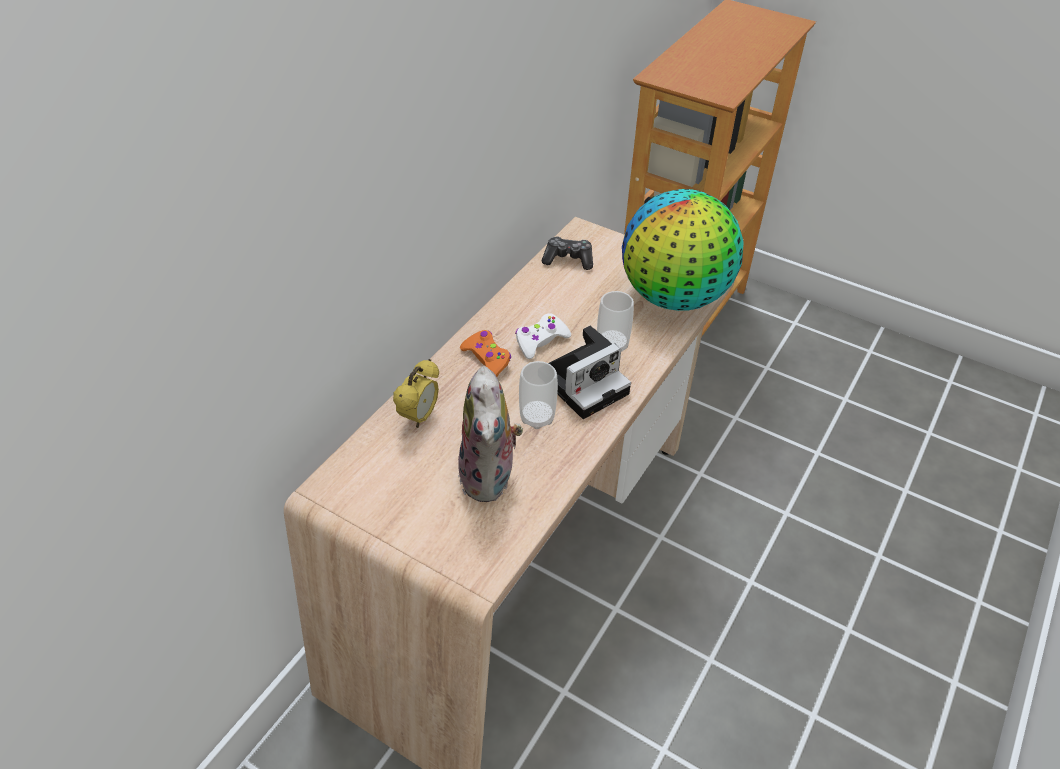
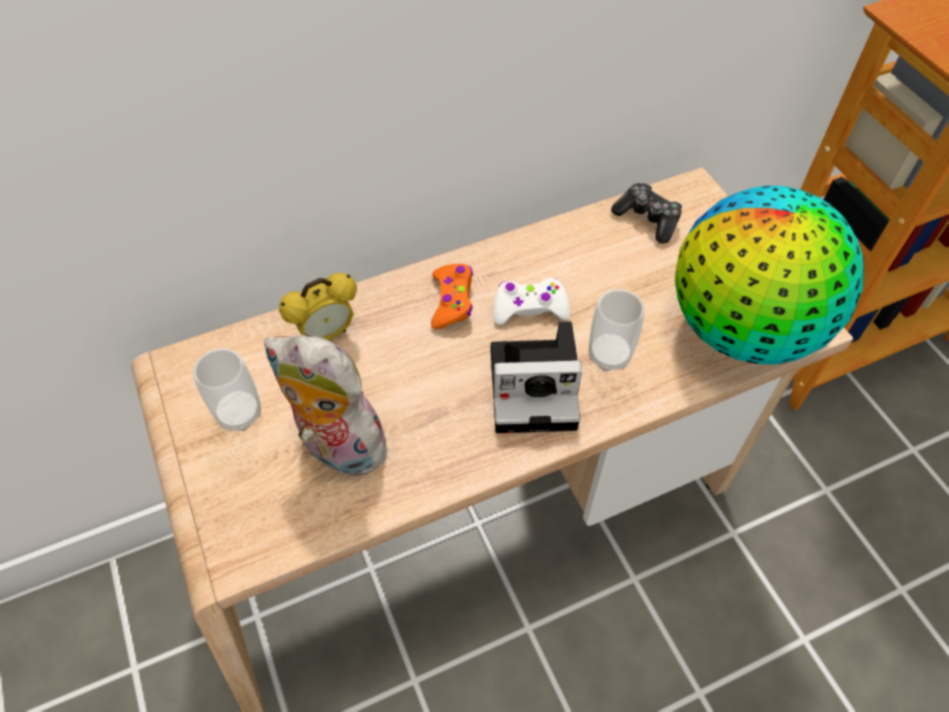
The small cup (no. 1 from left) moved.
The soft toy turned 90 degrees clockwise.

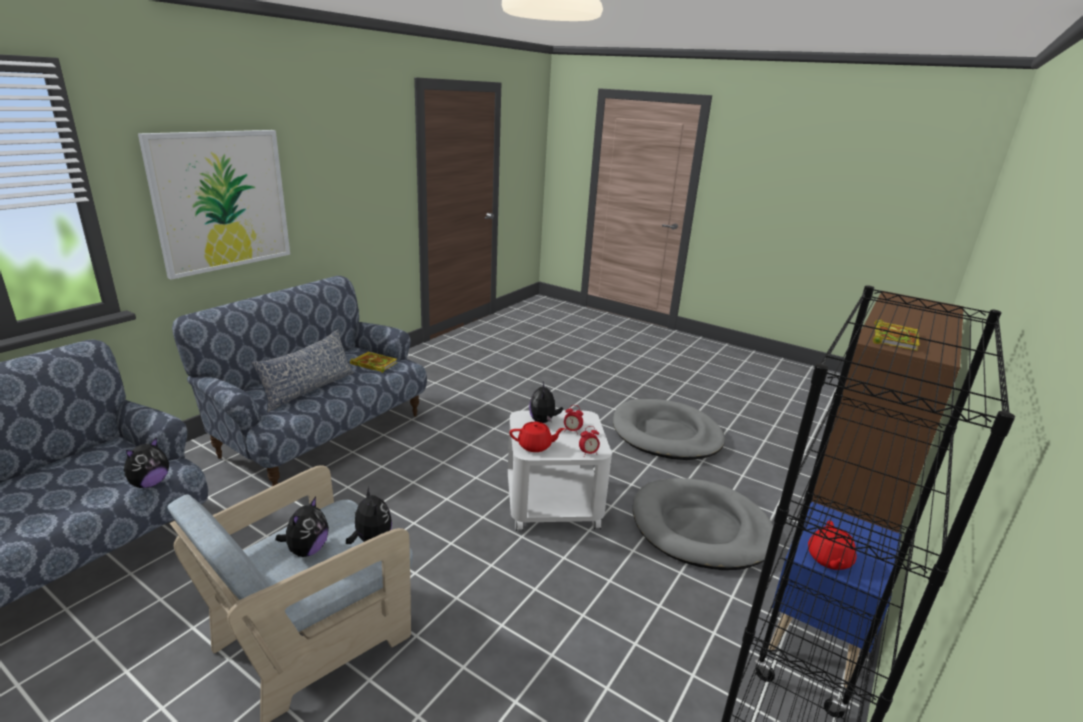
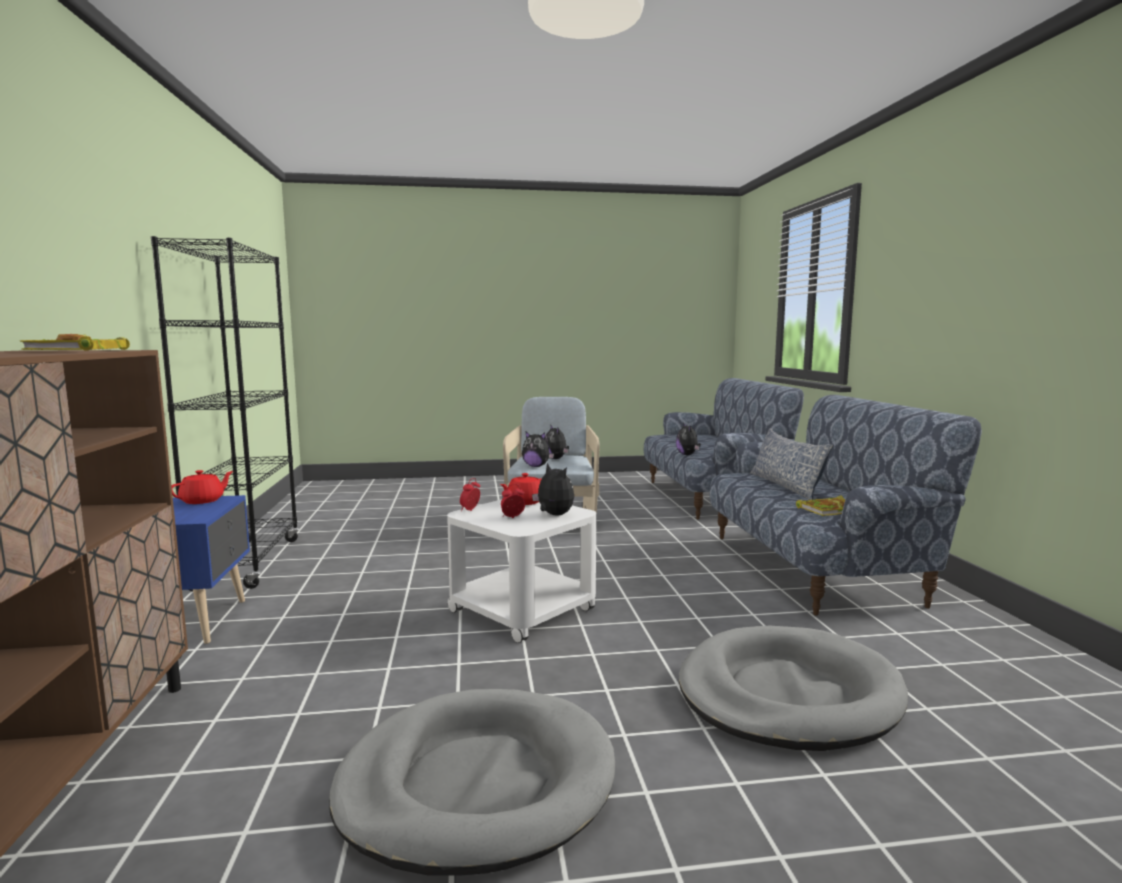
The picture disappeared.
The dog cushion in gray (no. 2 from left) moved.
The pot for tea in red (no. 2 from left in the first image) turned 60 degrees clockwise.

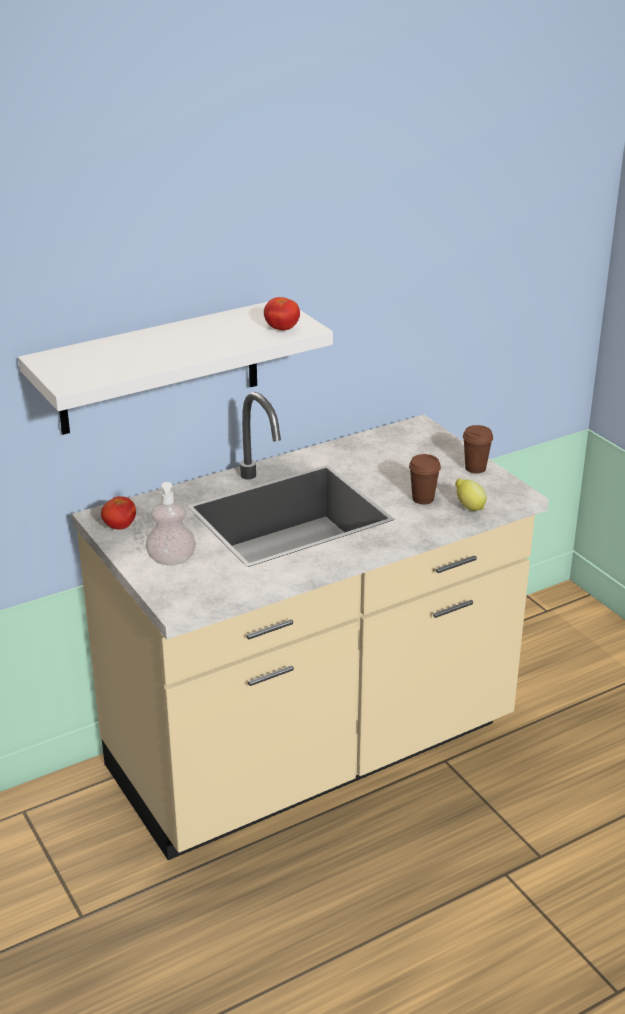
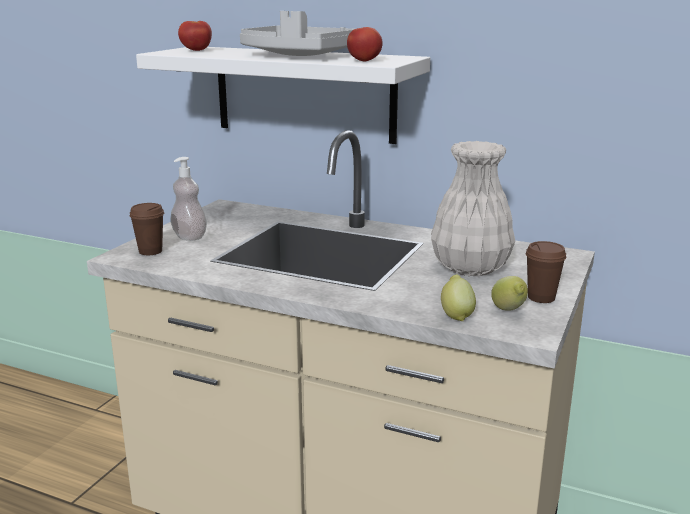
The serving tray in gray appeared.
The vase in white appeared.
The whole lemon (no. 2 from left) appeared.
The fresh tomato (no. 1 from left) moved.
The small cup in brown (no. 1 from left) moved.

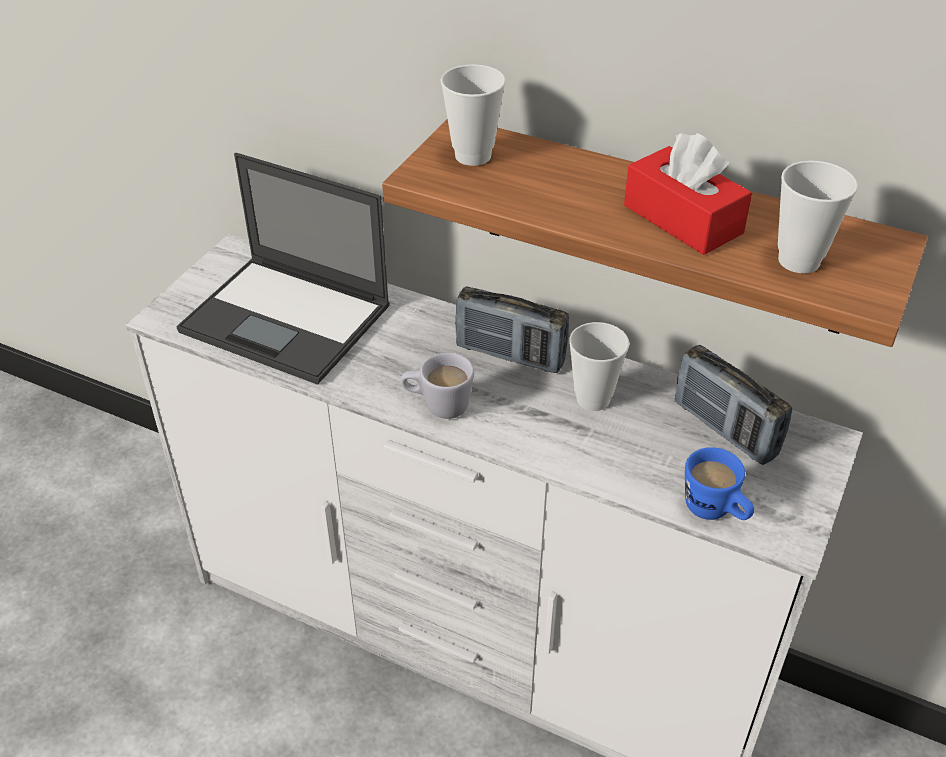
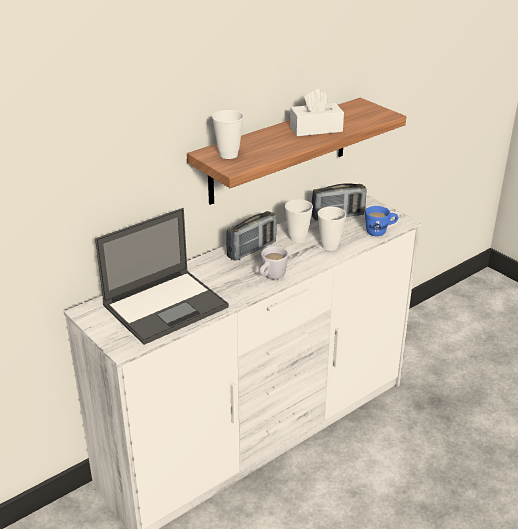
The small cup (no. 3 from left) moved.
The tissue box in red became the tissue box in white.

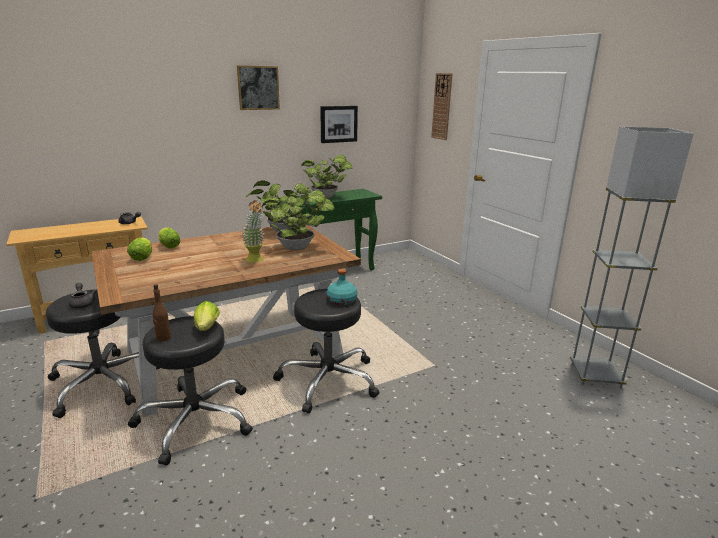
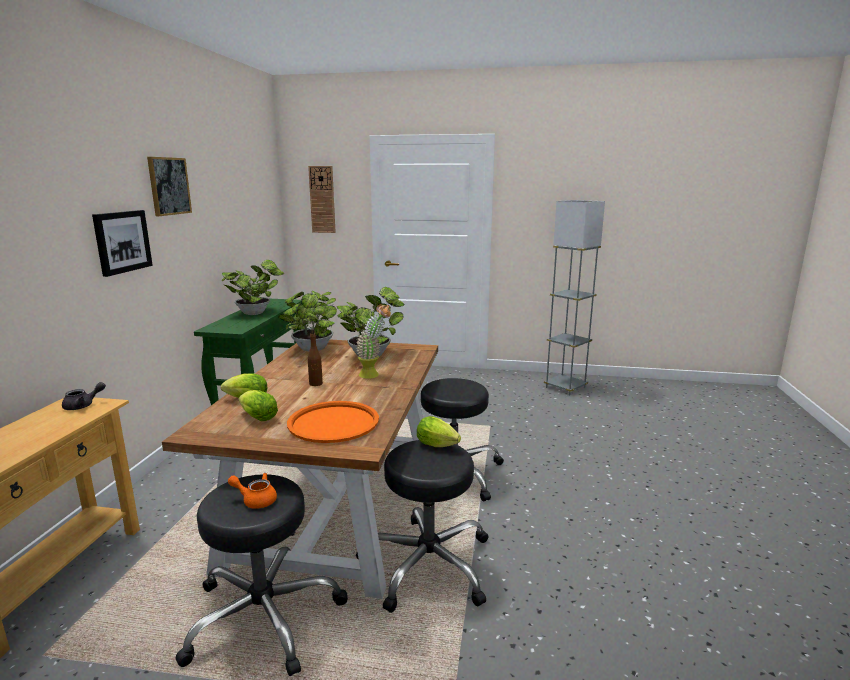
The bottle in blue-green disappeared.
The serving tray in orangey appeared.
The bottle in brown moved.
The picture (no. 2 from left in the first image) moved.
The pot for tea in gray (no. 1 from left) became the pot for tea in orangey.

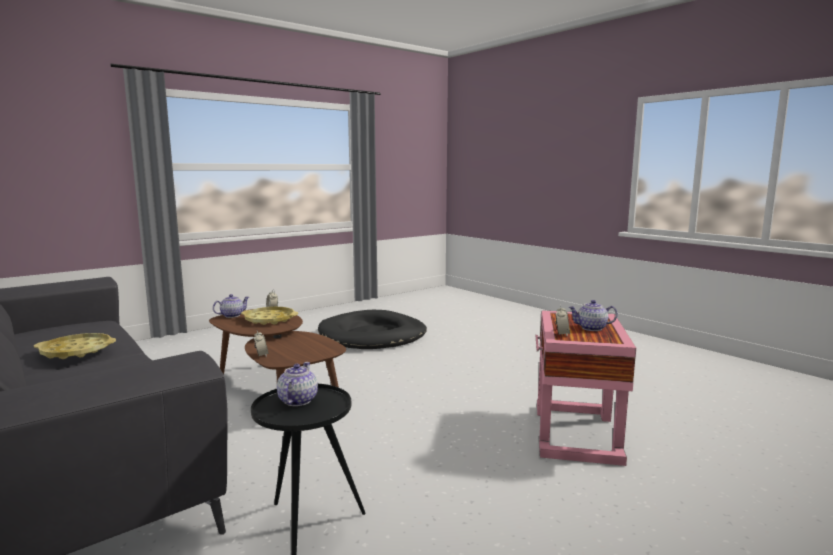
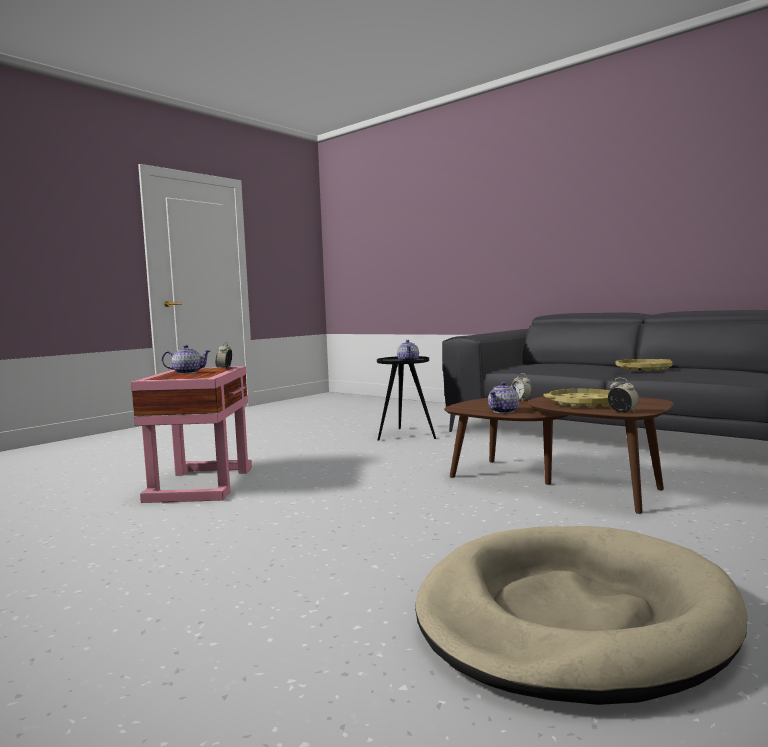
The pot for tea (no. 1 from left in the first image) moved.
The dog cushion in black became the dog cushion in beige.

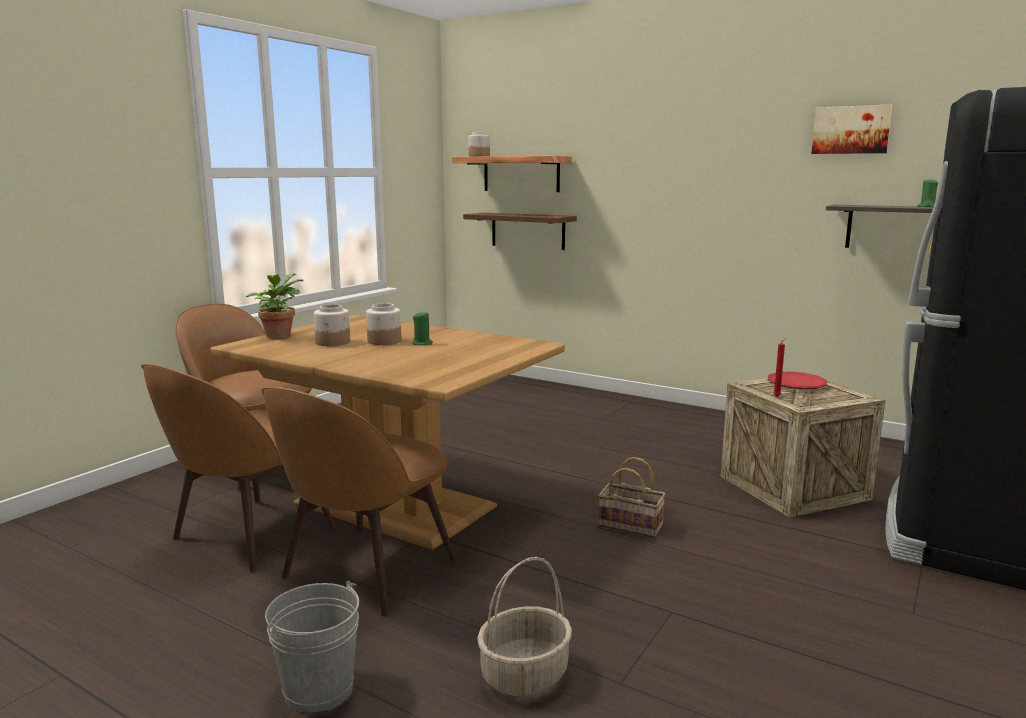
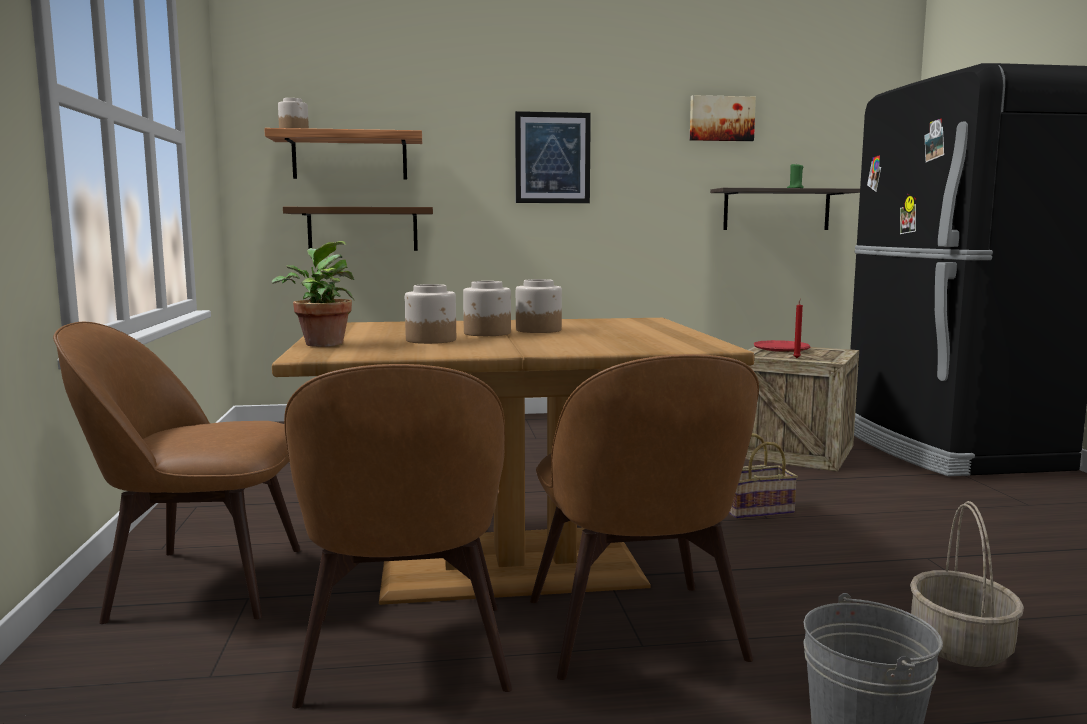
The picture (no. 1 from left) appeared.
The wax candle in green-coloured (no. 1 from left) was replaced by the storage jar (no. 4 from left).

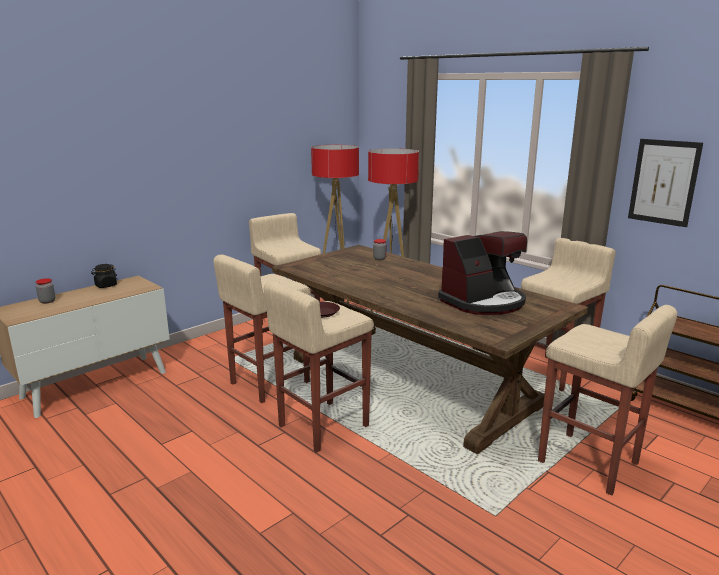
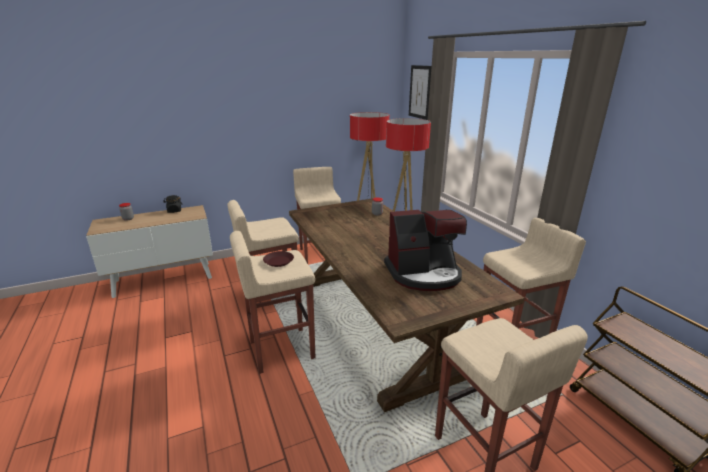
The picture moved.

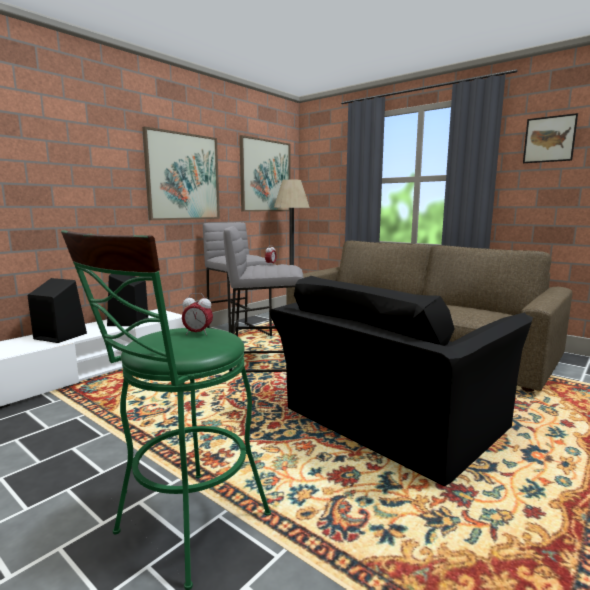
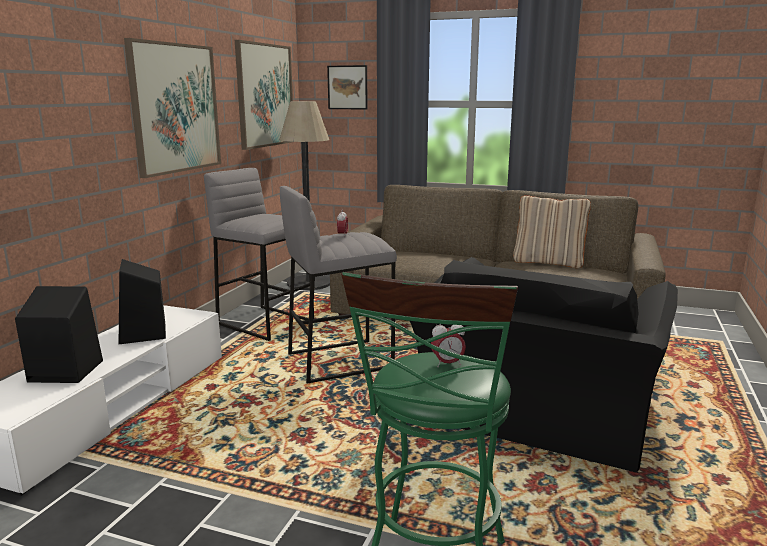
The cushion in beige appeared.
The picture (no. 3 from left) moved.

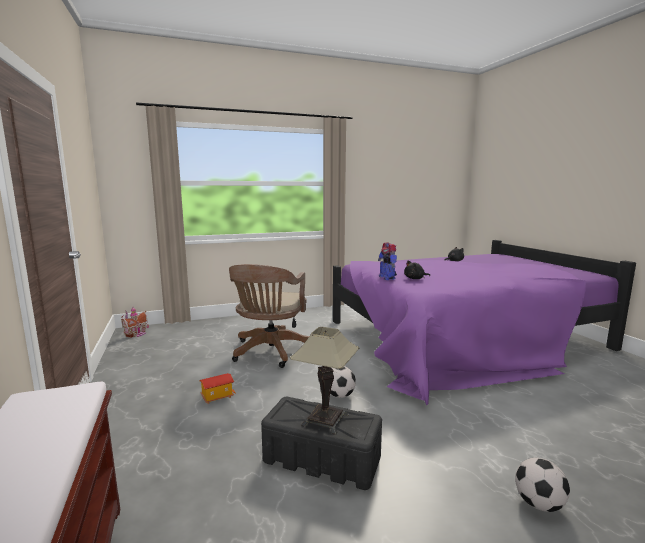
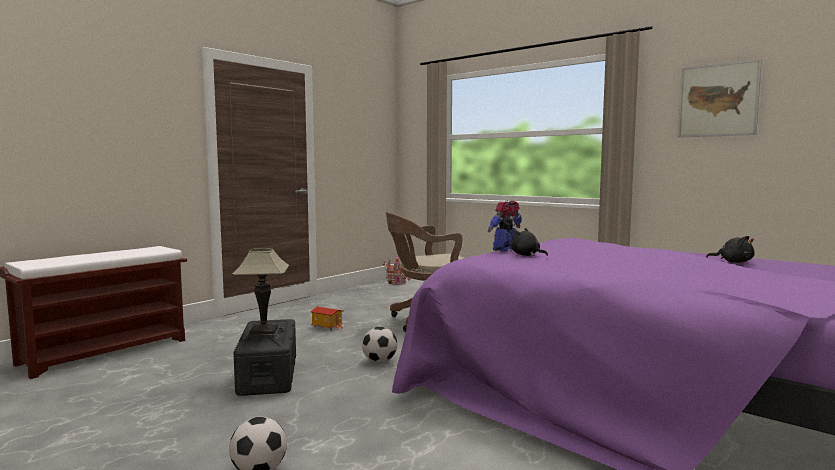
The picture appeared.

